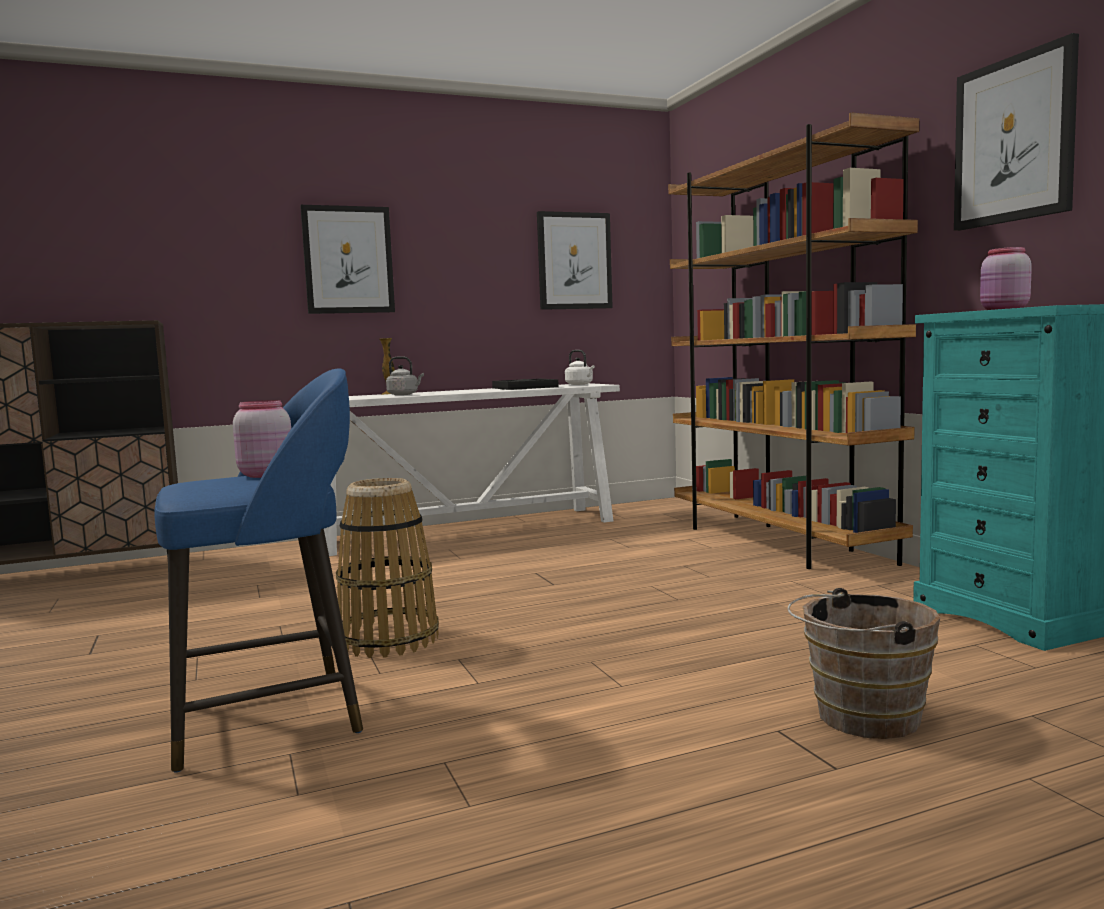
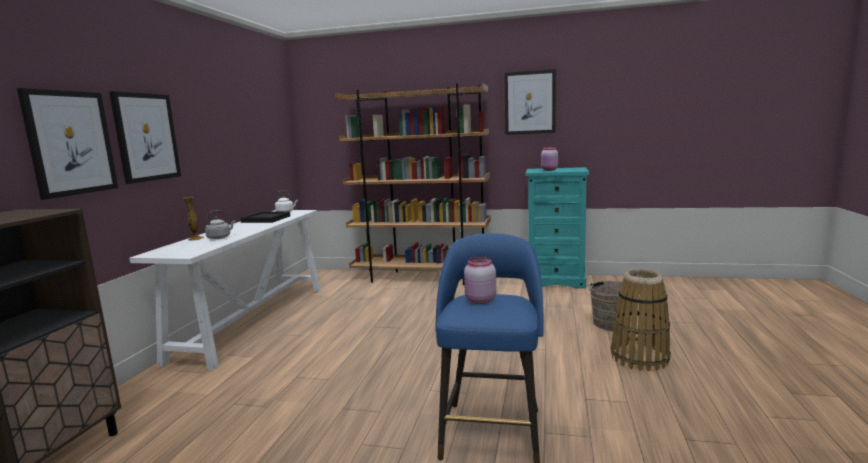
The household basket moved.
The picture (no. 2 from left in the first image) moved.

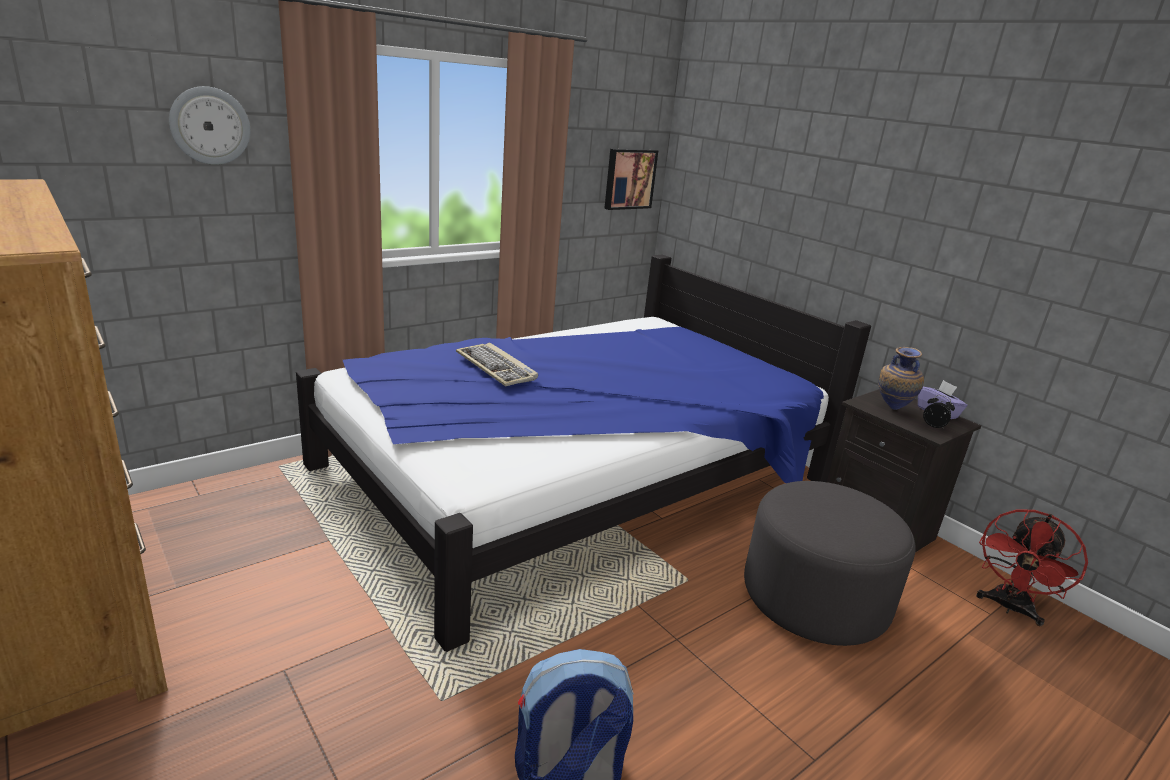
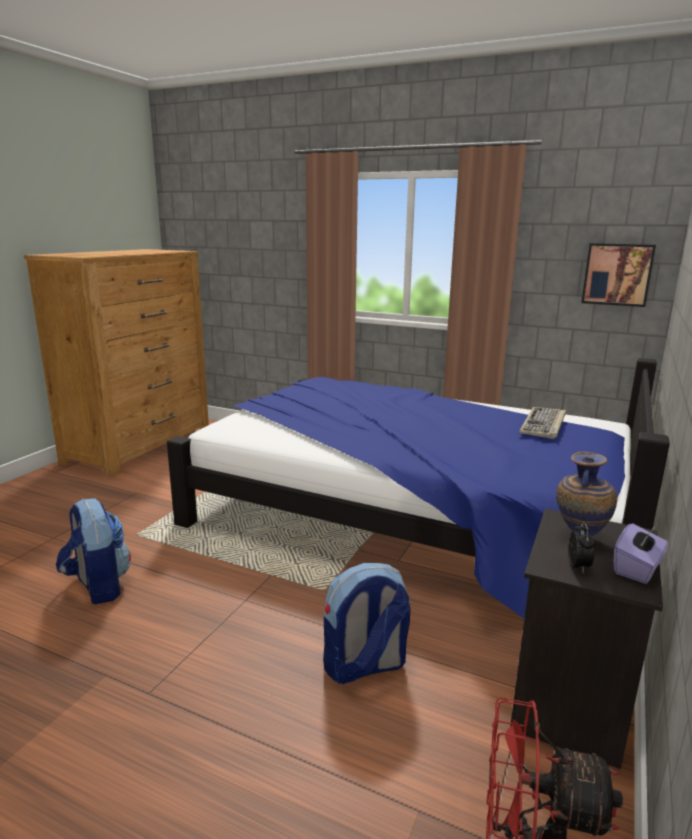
The hanging clock disappeared.
The PC keyboard moved.
The footrest in gray was replaced by the rucksack (no. 2 from left).

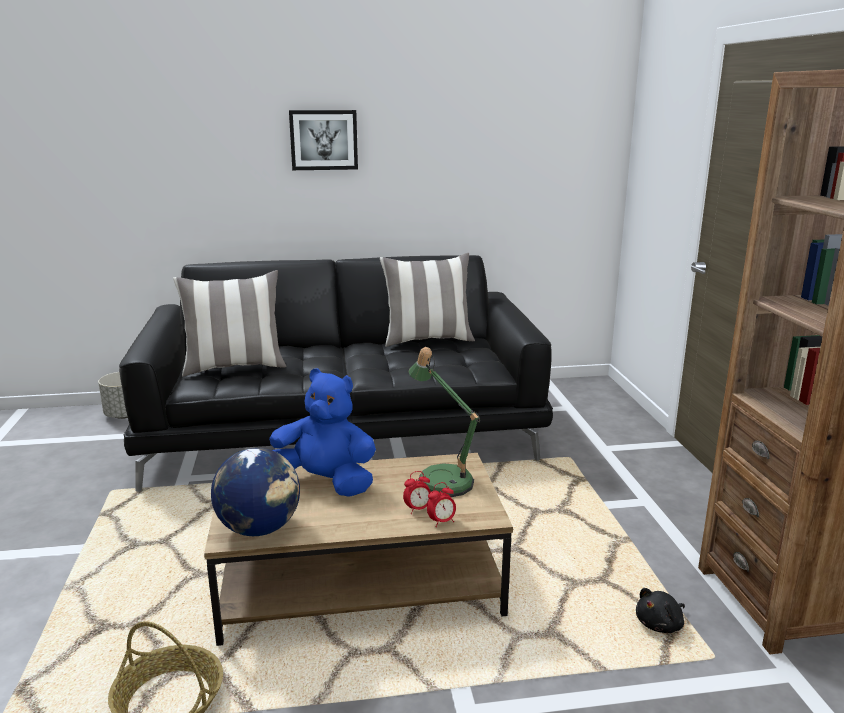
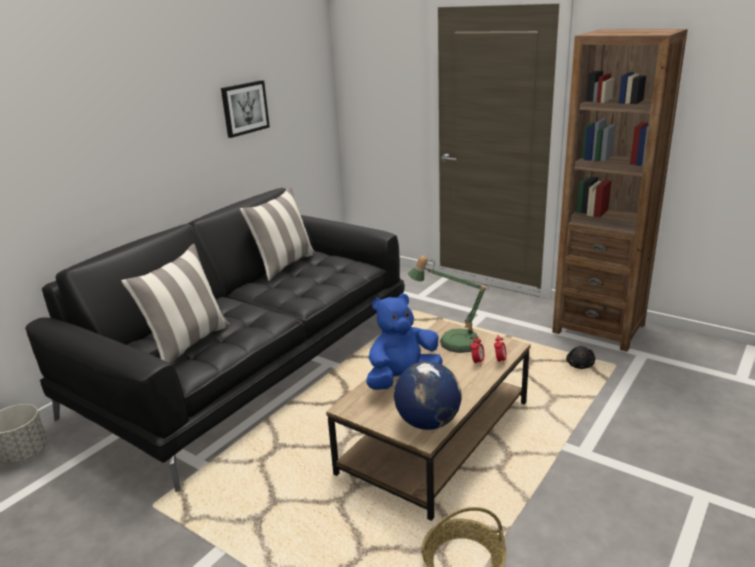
The picture moved.

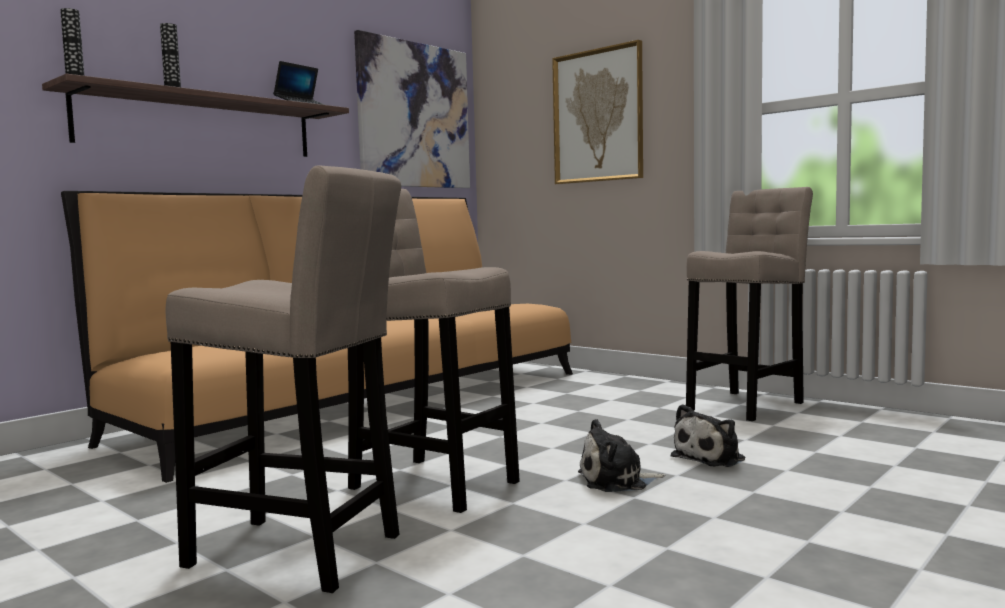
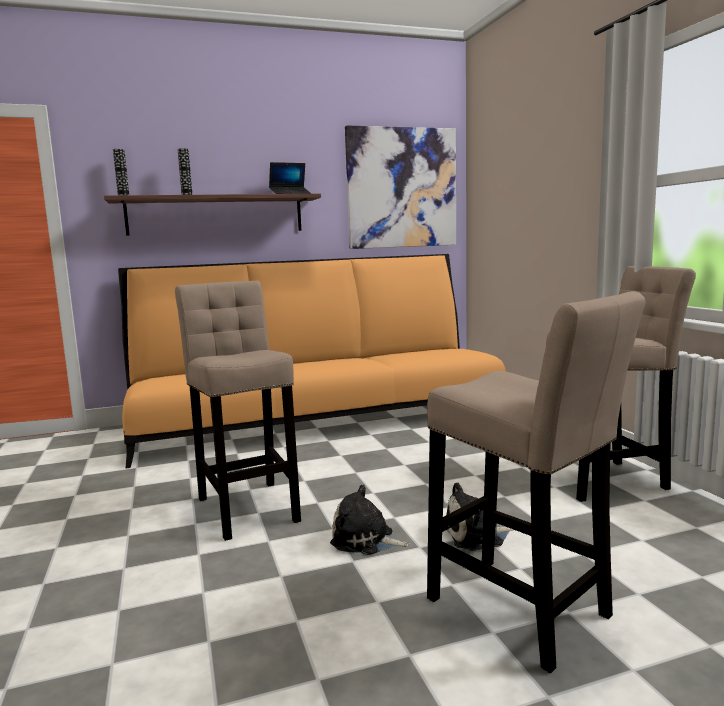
The picture (no. 2 from left) disappeared.
The stool seat in beige (no. 1 from left in the first image) moved.

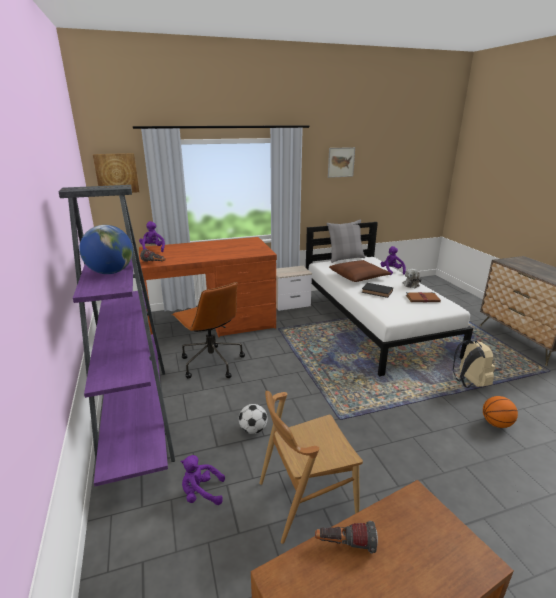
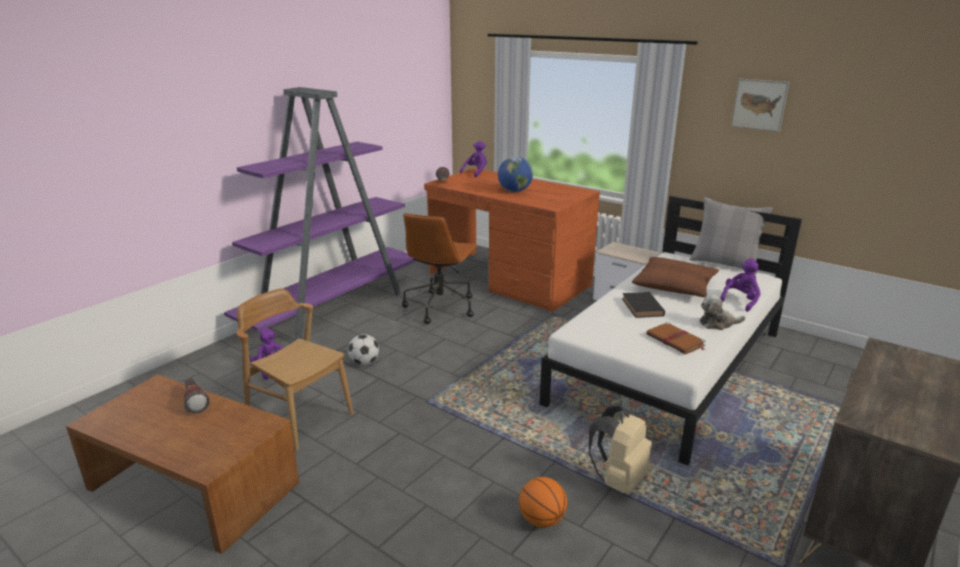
The picture (no. 1 from left) disappeared.
The desk globe moved.

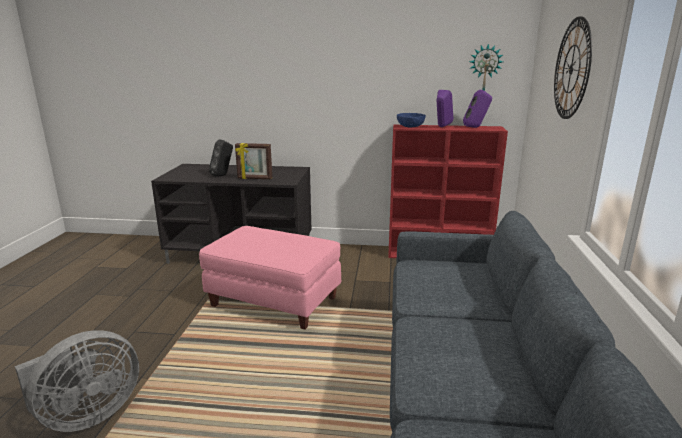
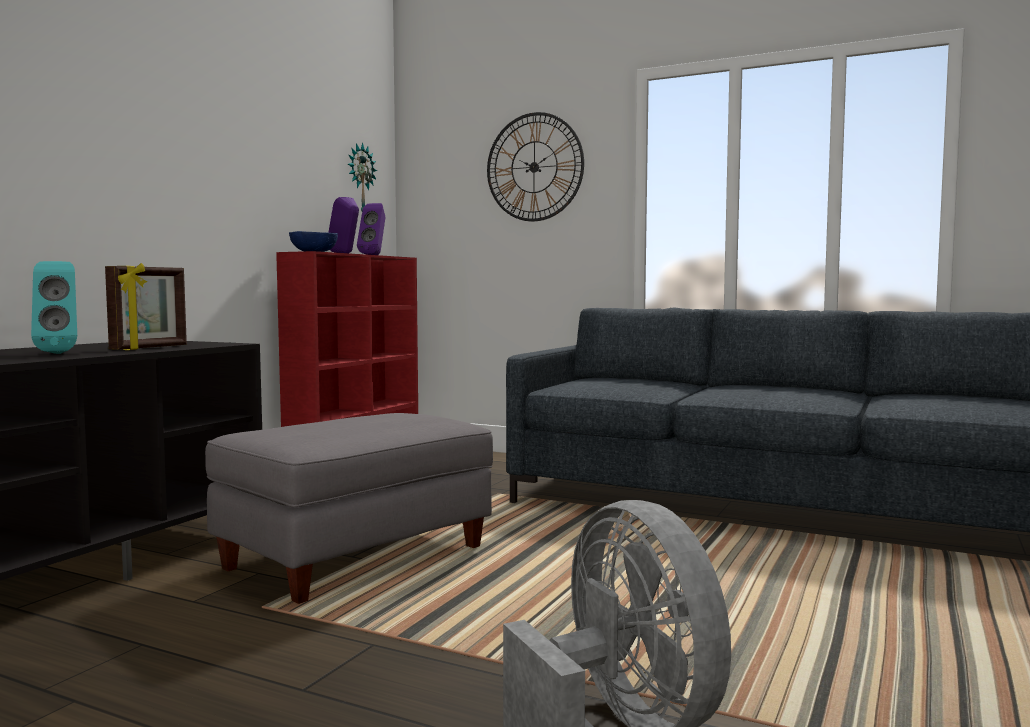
The footrest in pink became the footrest in gray.
The audio speaker in black became the audio speaker in blue-green.

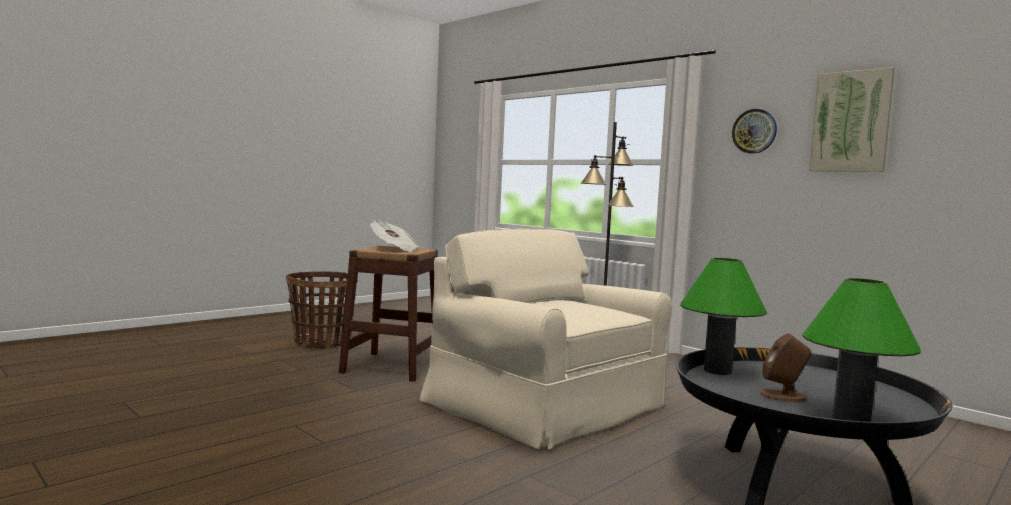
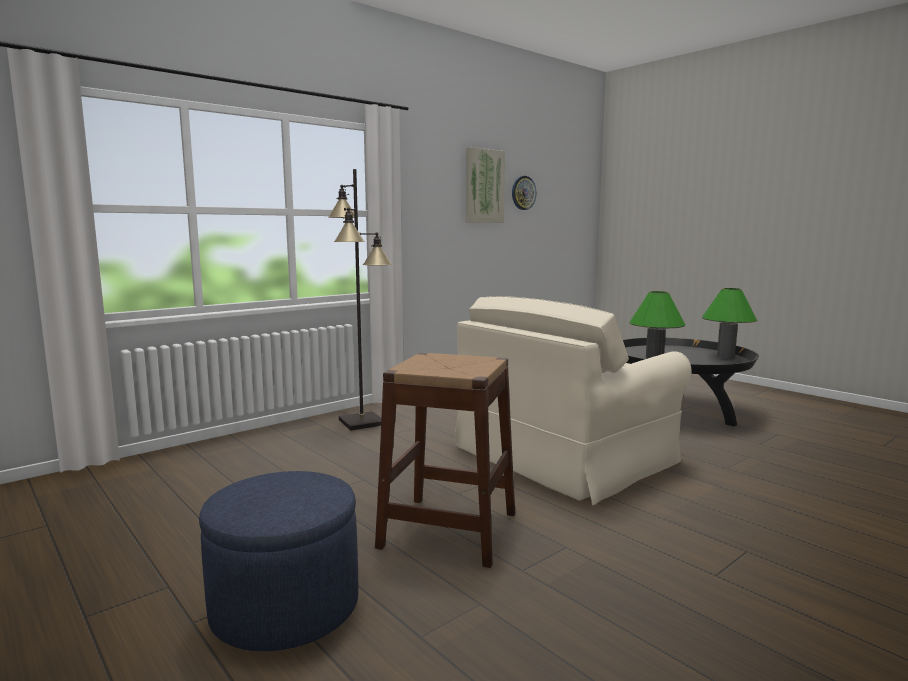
The printed paper disappeared.
The audio speaker in brown disappeared.
The hanging clock moved.
The household basket was replaced by the footrest in bluish.

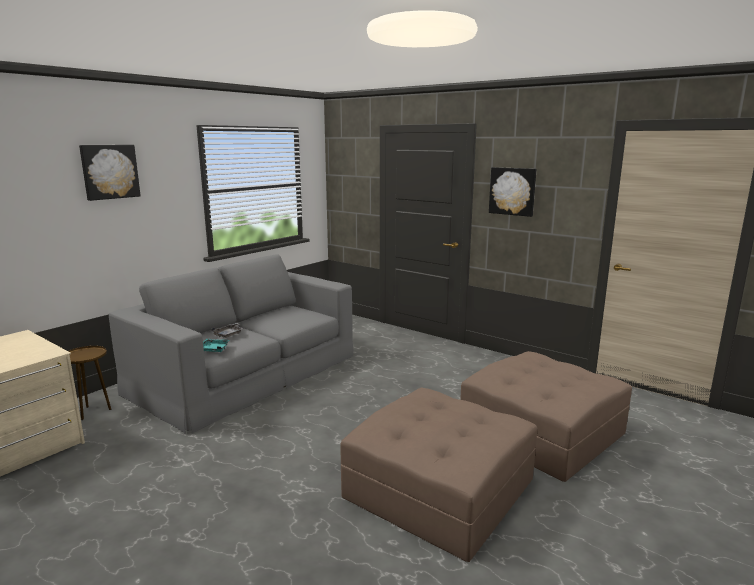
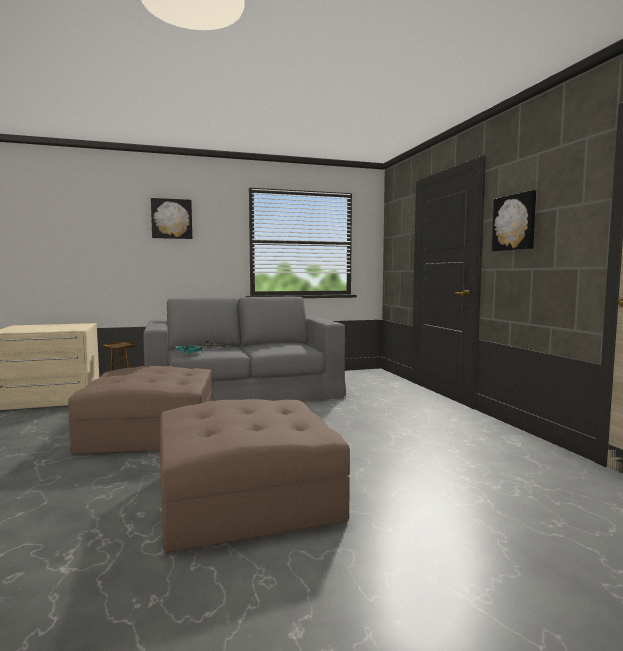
The footrest in brown (no. 2 from left in the first image) moved.

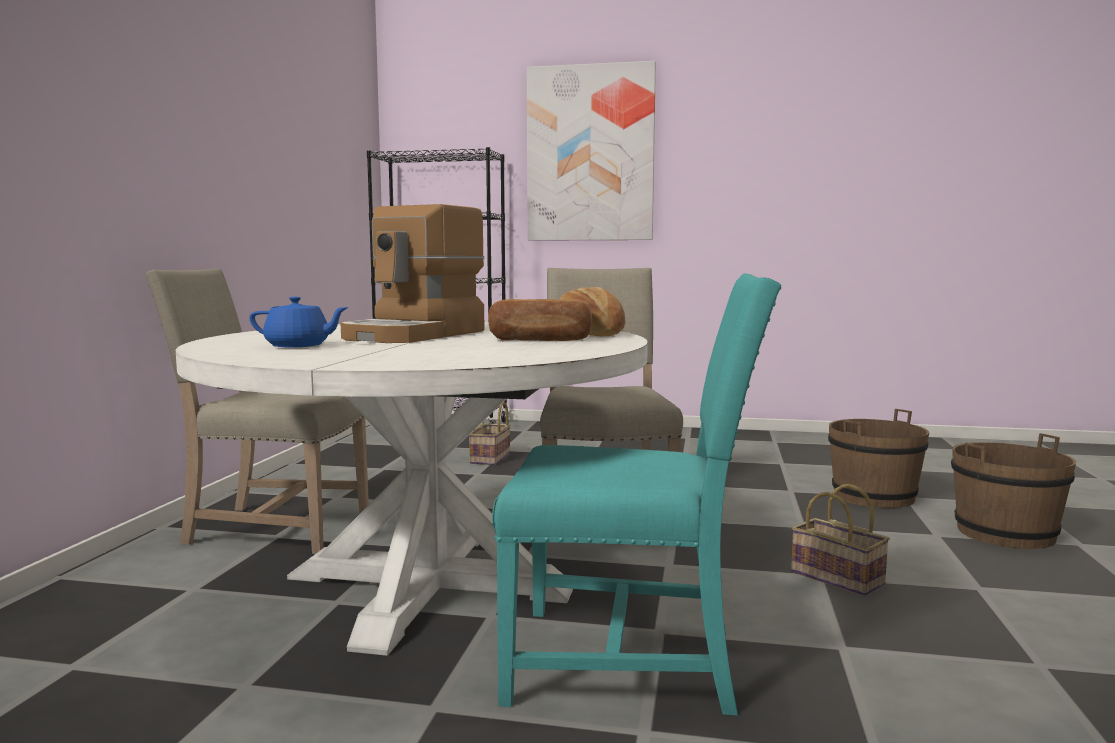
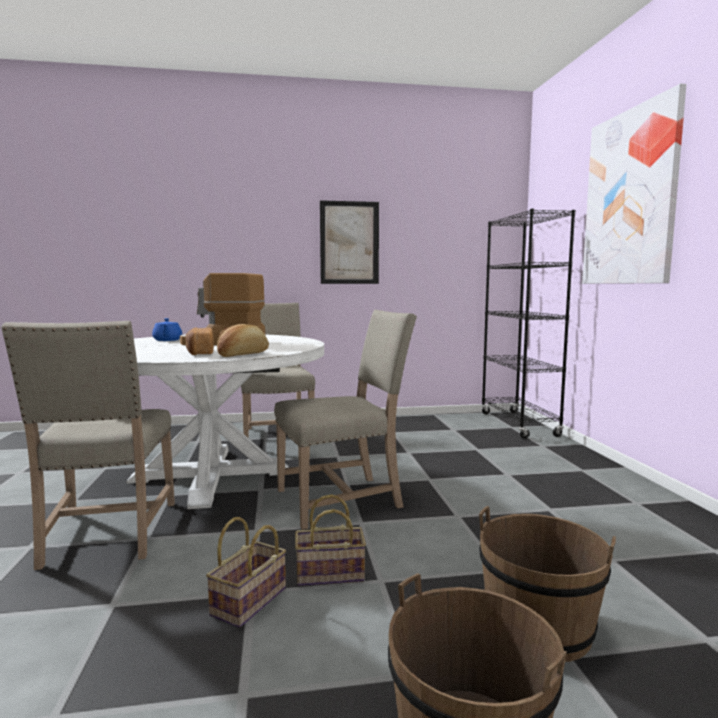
The picture (no. 1 from left) appeared.
The household basket (no. 1 from left in the first image) moved.
The chair in blue-green became the chair in beige (no. 1 from left).

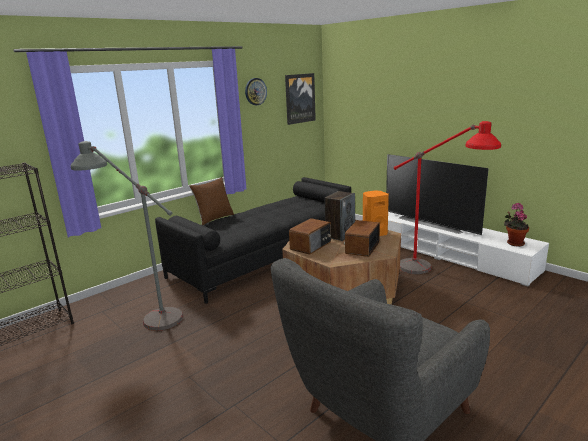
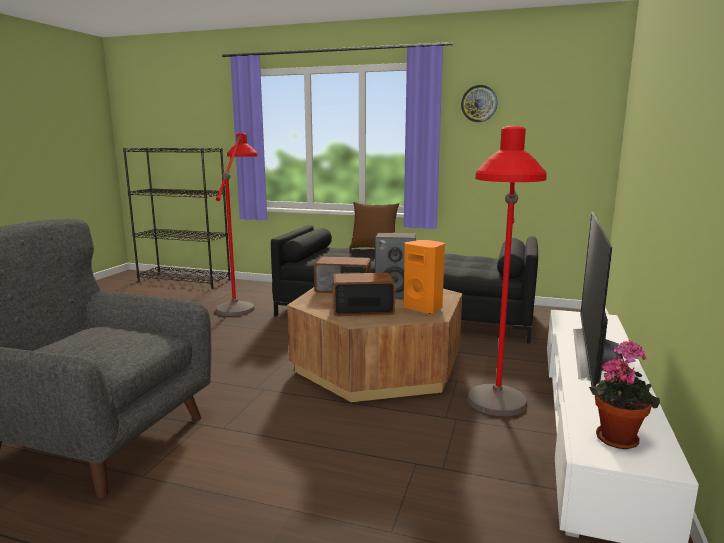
The picture disappeared.
The floor lamp in gray became the floor lamp in red (no. 1 from left).

